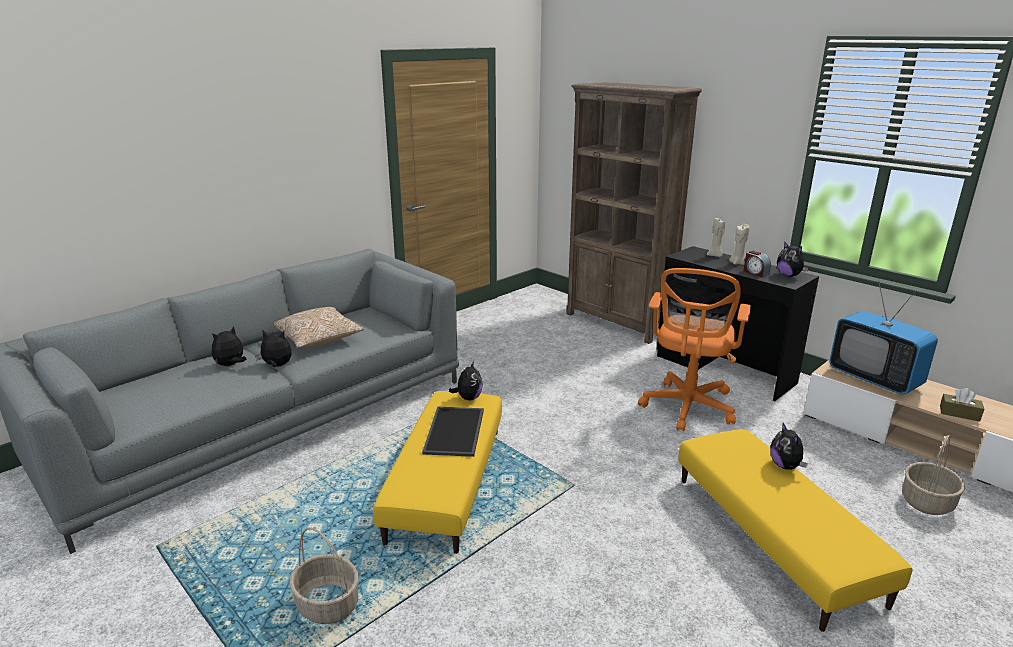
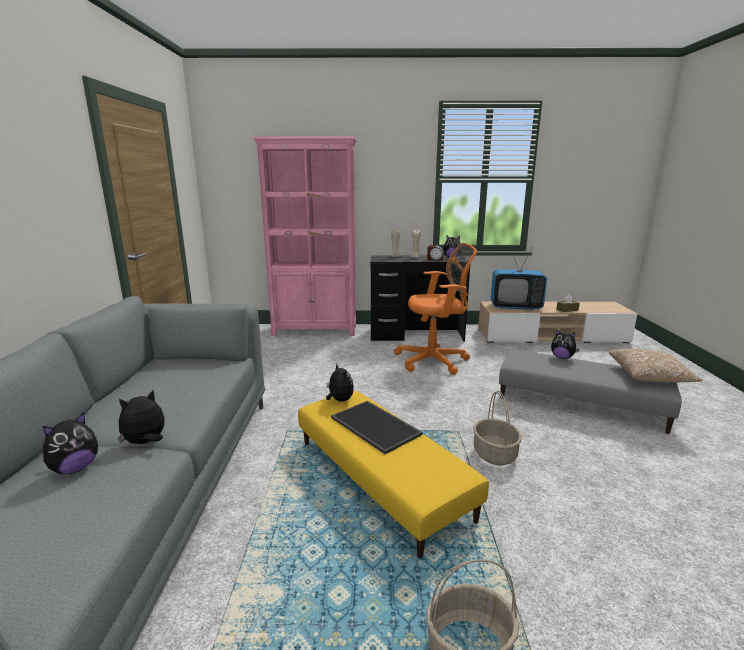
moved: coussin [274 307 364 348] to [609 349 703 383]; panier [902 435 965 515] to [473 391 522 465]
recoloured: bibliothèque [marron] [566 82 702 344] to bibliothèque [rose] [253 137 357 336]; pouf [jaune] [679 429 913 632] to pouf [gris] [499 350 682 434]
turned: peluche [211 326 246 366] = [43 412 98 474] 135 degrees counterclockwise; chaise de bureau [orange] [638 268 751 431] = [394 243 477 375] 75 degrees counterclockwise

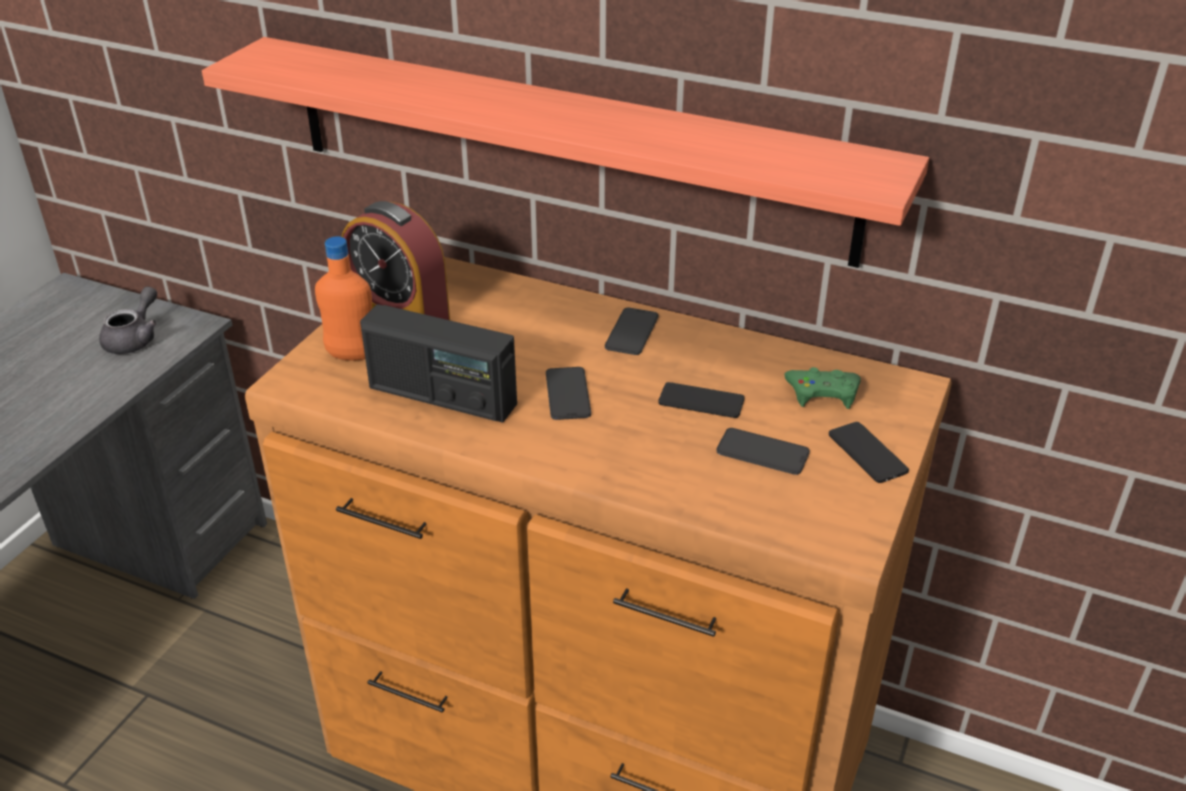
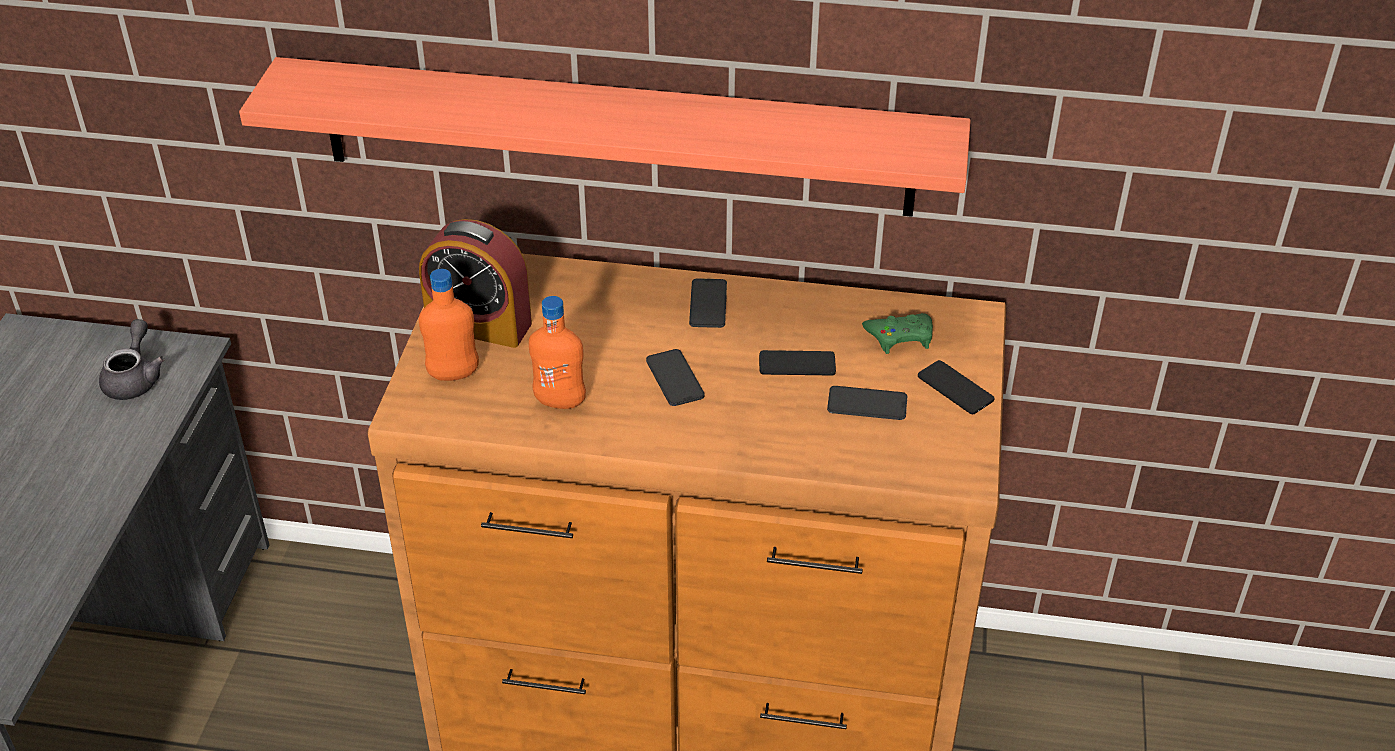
replaced: radio [360 304 517 423] to bouteille [orange] [529 296 586 409]

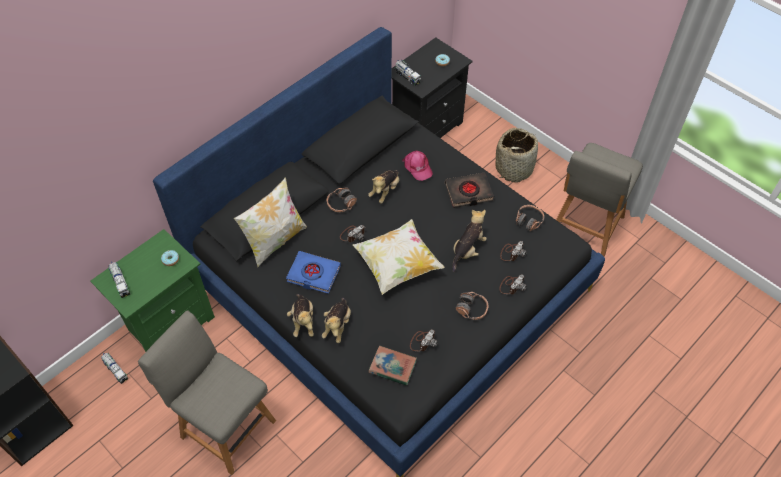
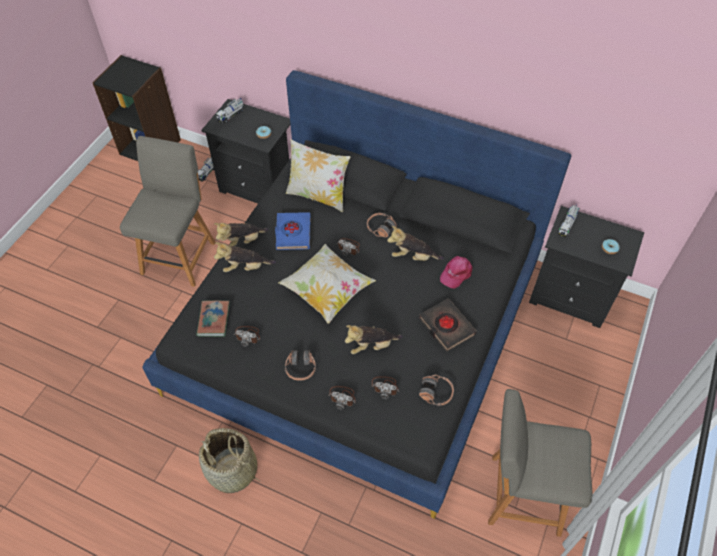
moved: panier [495 128 538 183] to [199 428 261 493]
recoloured: table de chevet [vert] [90 229 215 352] to table de chevet [noir] [201 99 290 203]
turned: peluche [452 210 487 272] = [345 325 403 354] 150 degrees clockwise

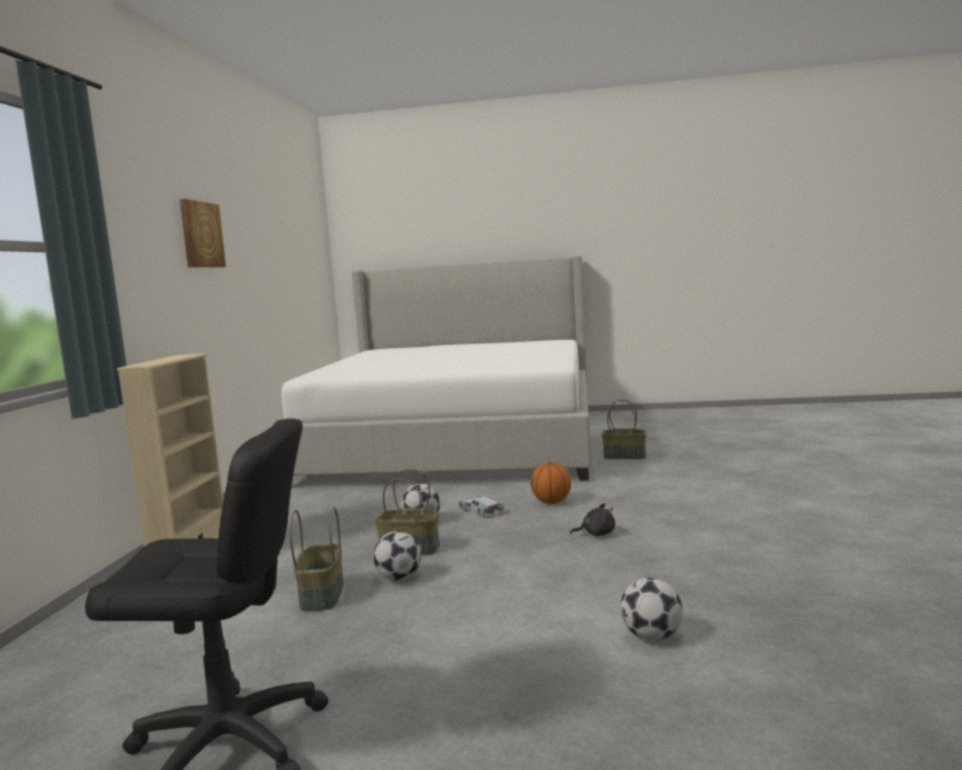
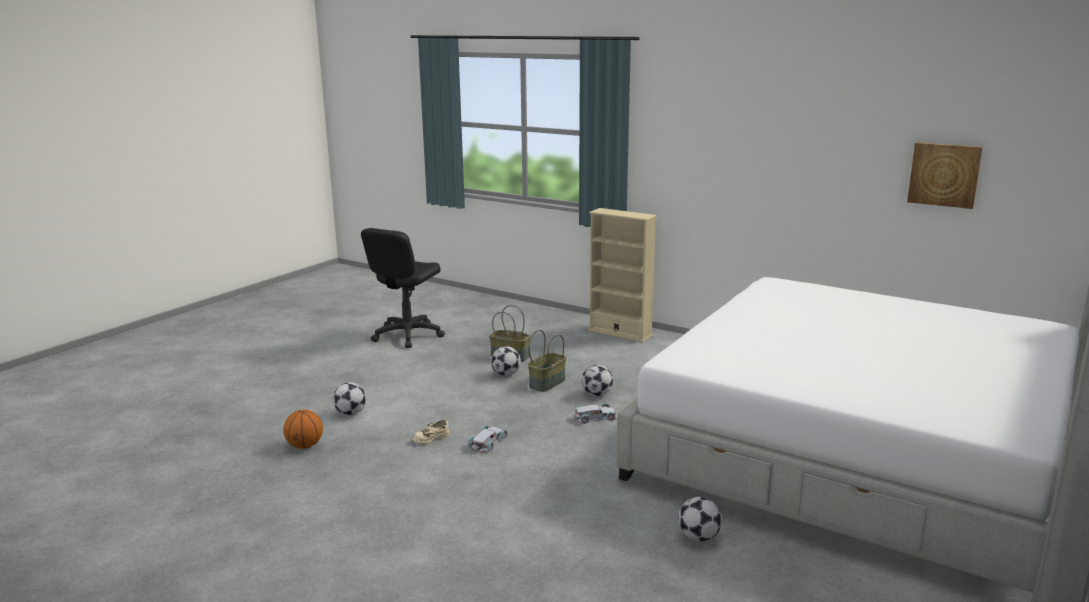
added: chaussure [beige] [413 419 450 445]
moved: tableau [180 199 226 267] to [907 142 983 209]; ballon de basket [531 462 571 504] to [283 410 323 449]
replaced: peluche [noir] [570 503 615 536] to petite voiture [blanc] [468 425 508 452]; panier [602 400 647 459] to ballon de foot [678 497 722 542]

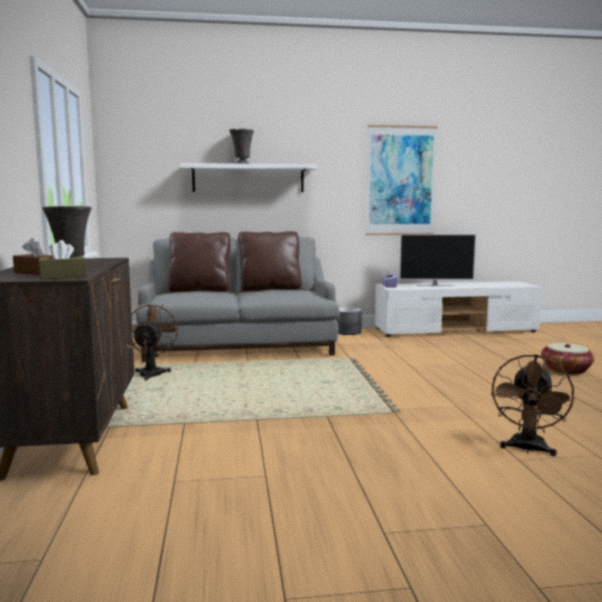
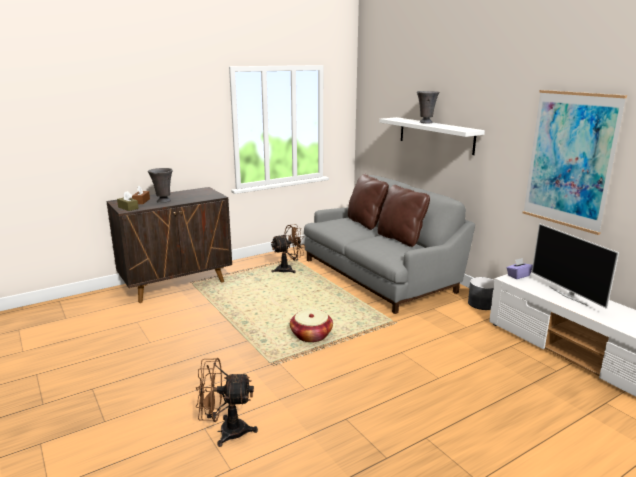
moved: panier [541 343 595 375] to [290 309 333 343]

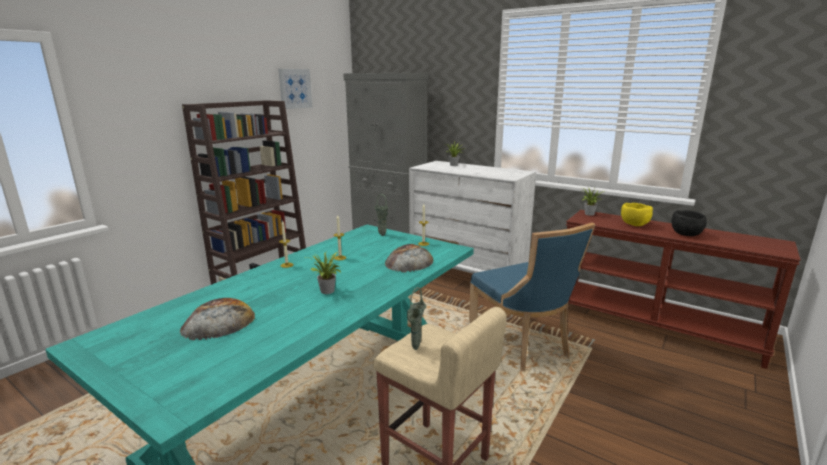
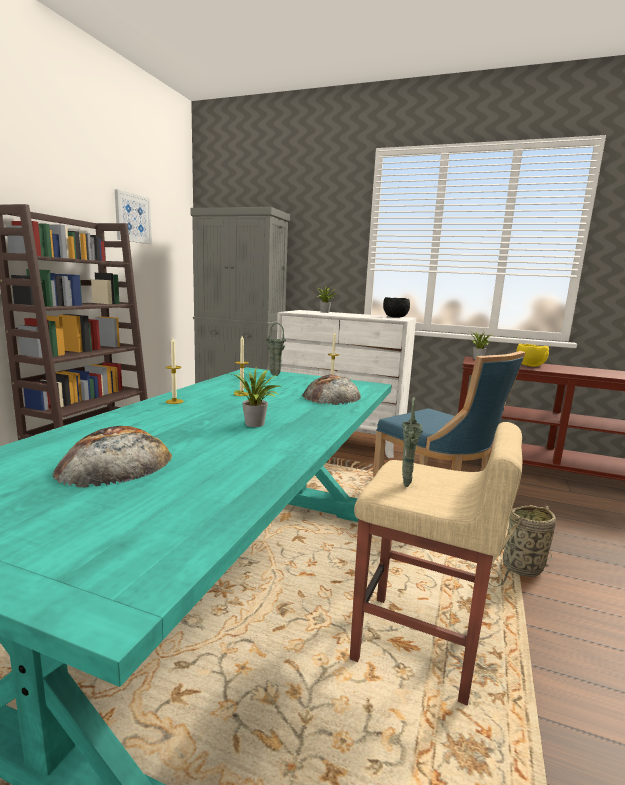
added: panier [488 505 556 587]
moved: bol [noir] [671 210 707 236] to [383 297 410 318]

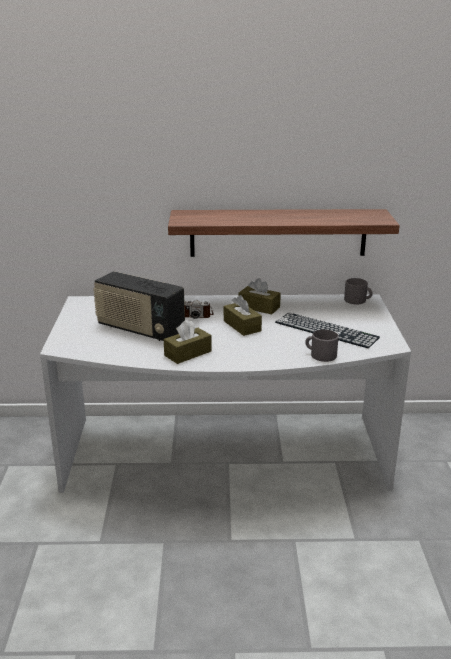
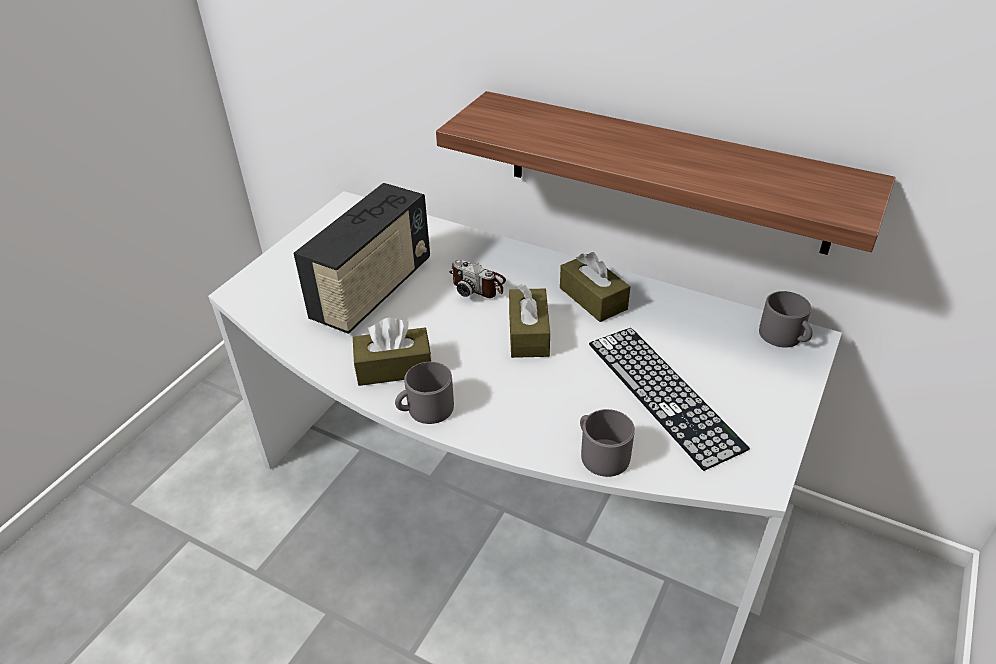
added: mug [gris] [395 362 454 424]
turned: radio [93 271 185 341] = [294 183 430 334] 120 degrees counterclockwise

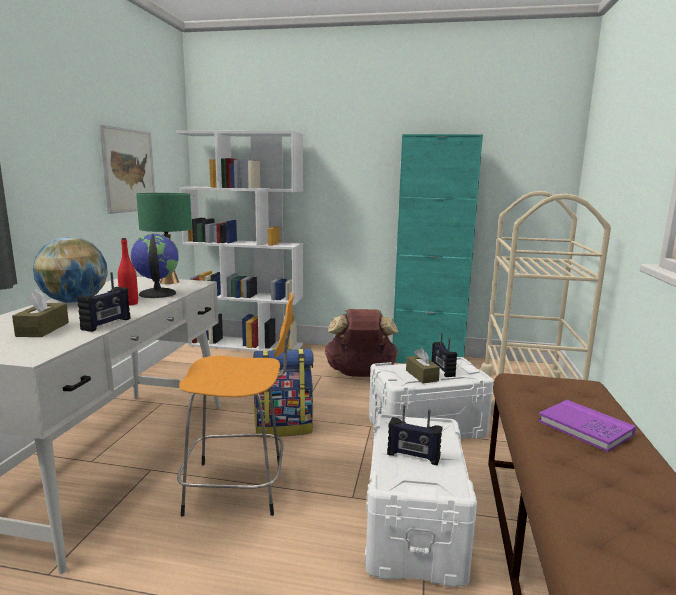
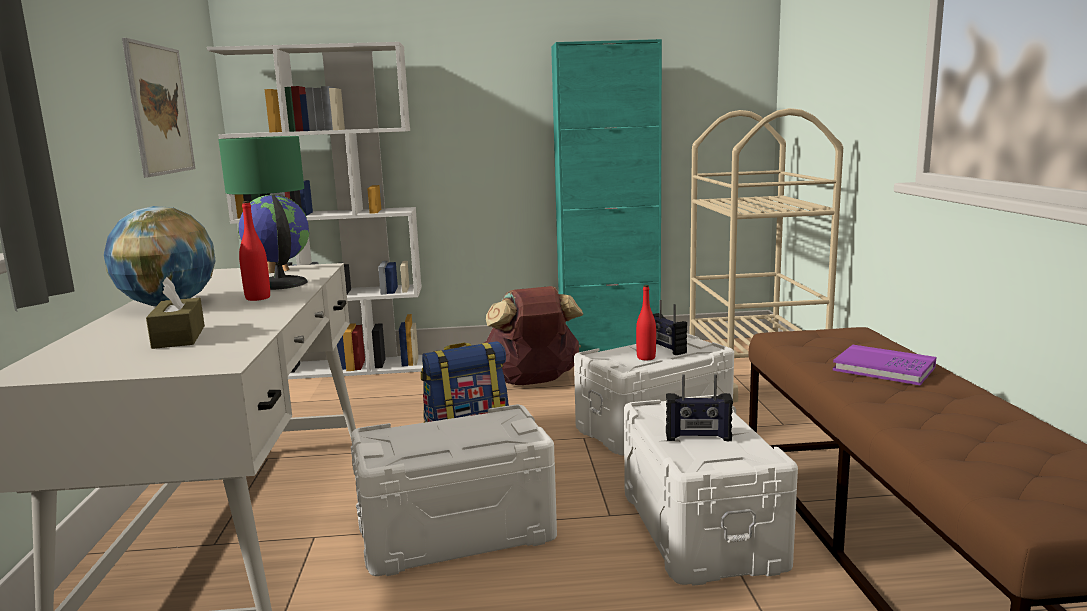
removed: radio [77 272 130 332]
replaced: tabouret [orange] [177 292 293 517] to boîte de rangement [blanc] [351 404 557 576]; boîte à mouchoirs [marron] [406 348 440 383] to bouteille [rouge] [636 285 656 360]

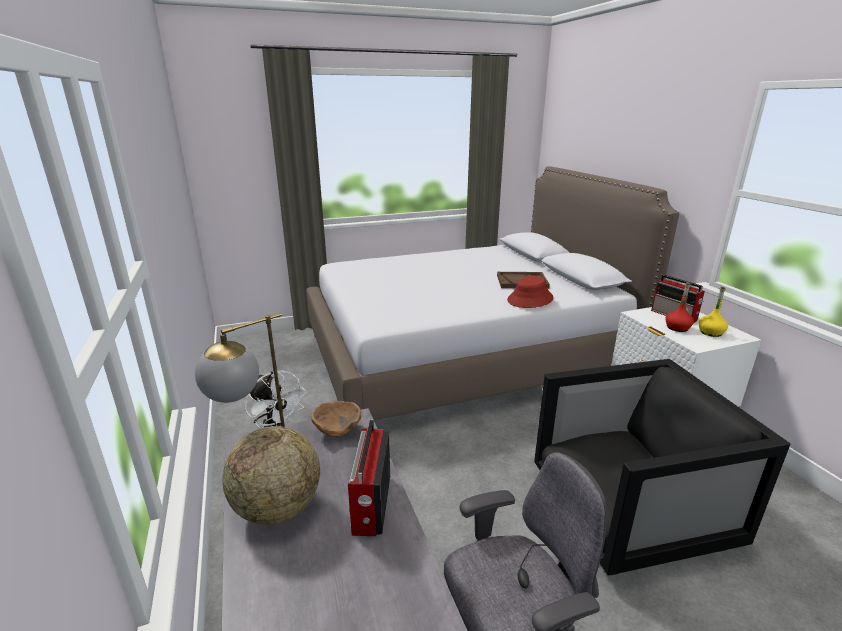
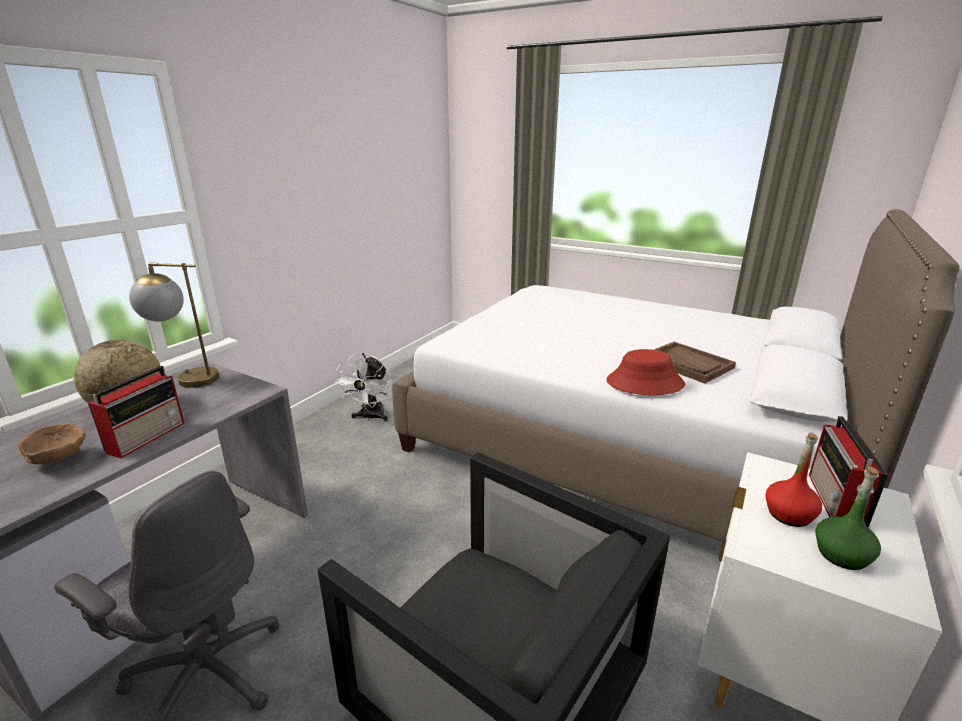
moved: bol [marron] [311 401 361 436] to [18 423 85 464]
recoloured: bouteille [jaune] [698 286 728 337] to bouteille [vert] [815 467 881 570]
turned: radio [348 420 390 536] = [88 366 184 458] 150 degrees clockwise

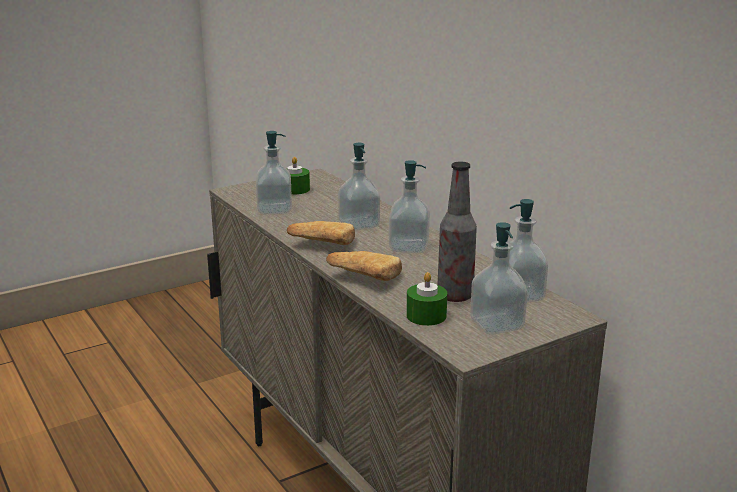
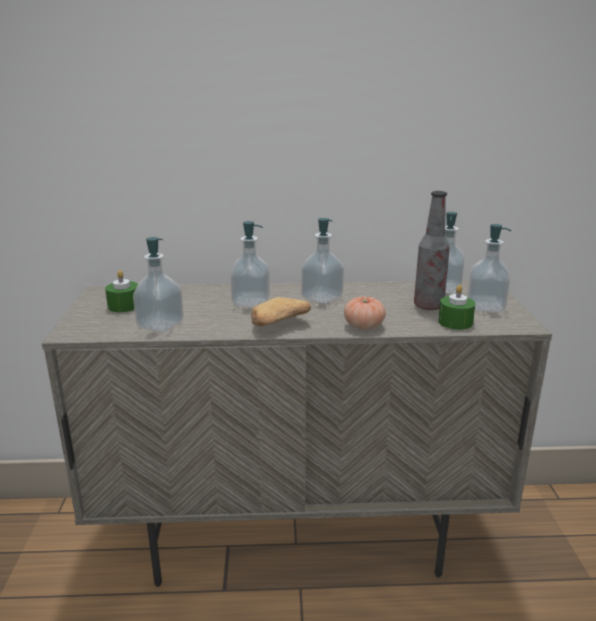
replaced: pain [326 251 402 281] to tomate [344 297 386 330]

